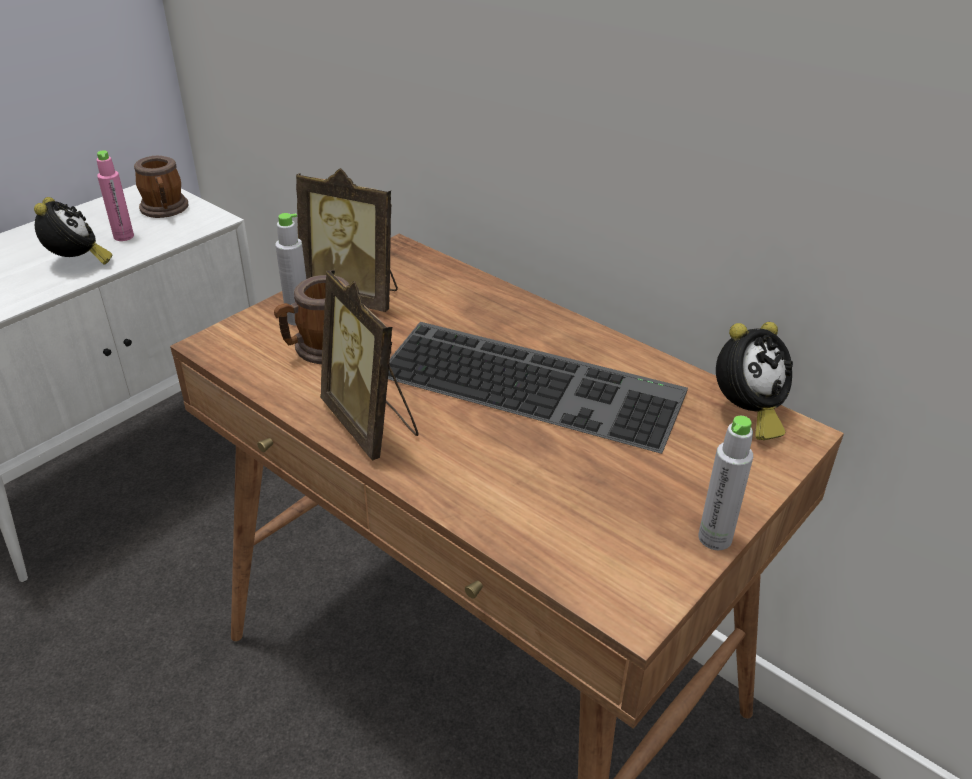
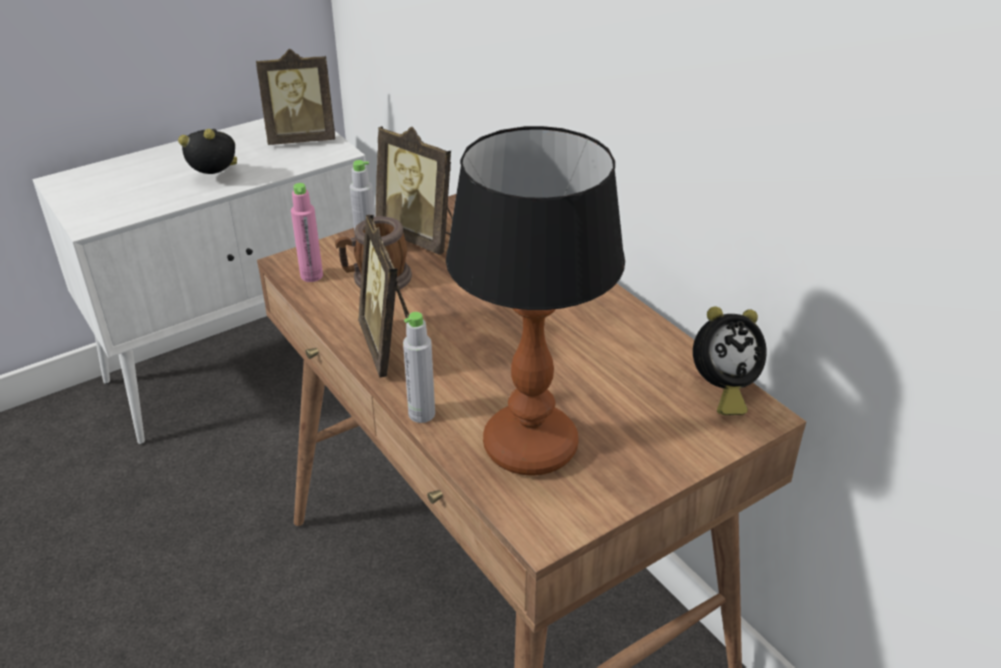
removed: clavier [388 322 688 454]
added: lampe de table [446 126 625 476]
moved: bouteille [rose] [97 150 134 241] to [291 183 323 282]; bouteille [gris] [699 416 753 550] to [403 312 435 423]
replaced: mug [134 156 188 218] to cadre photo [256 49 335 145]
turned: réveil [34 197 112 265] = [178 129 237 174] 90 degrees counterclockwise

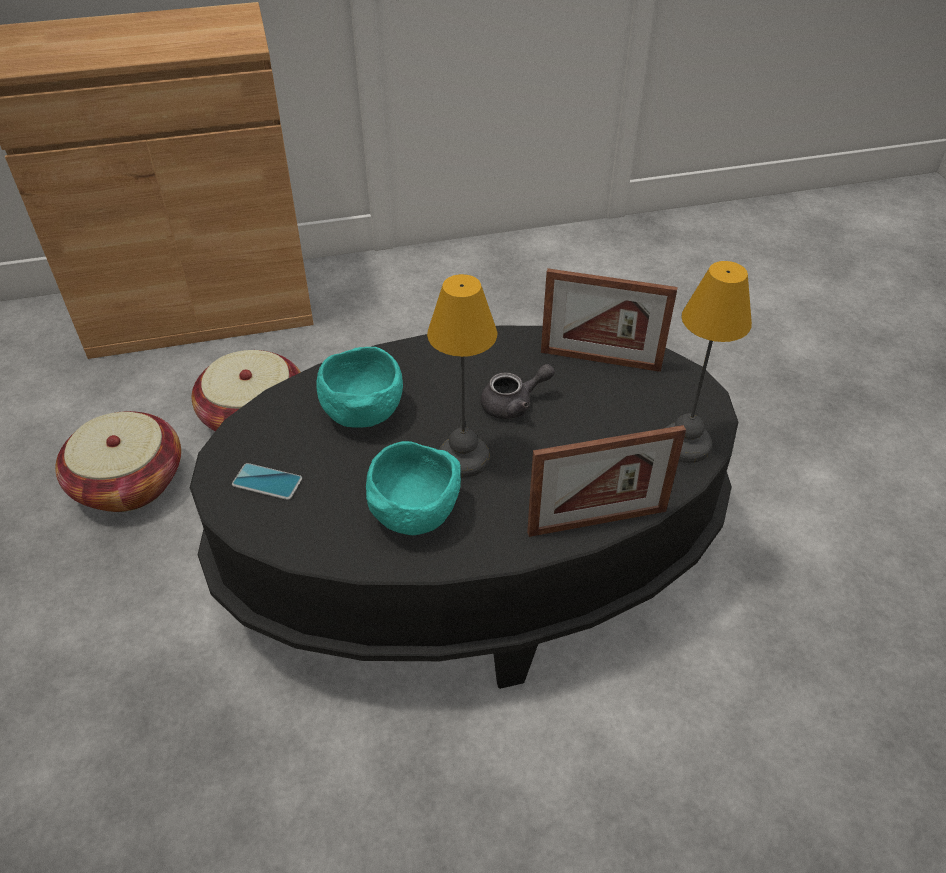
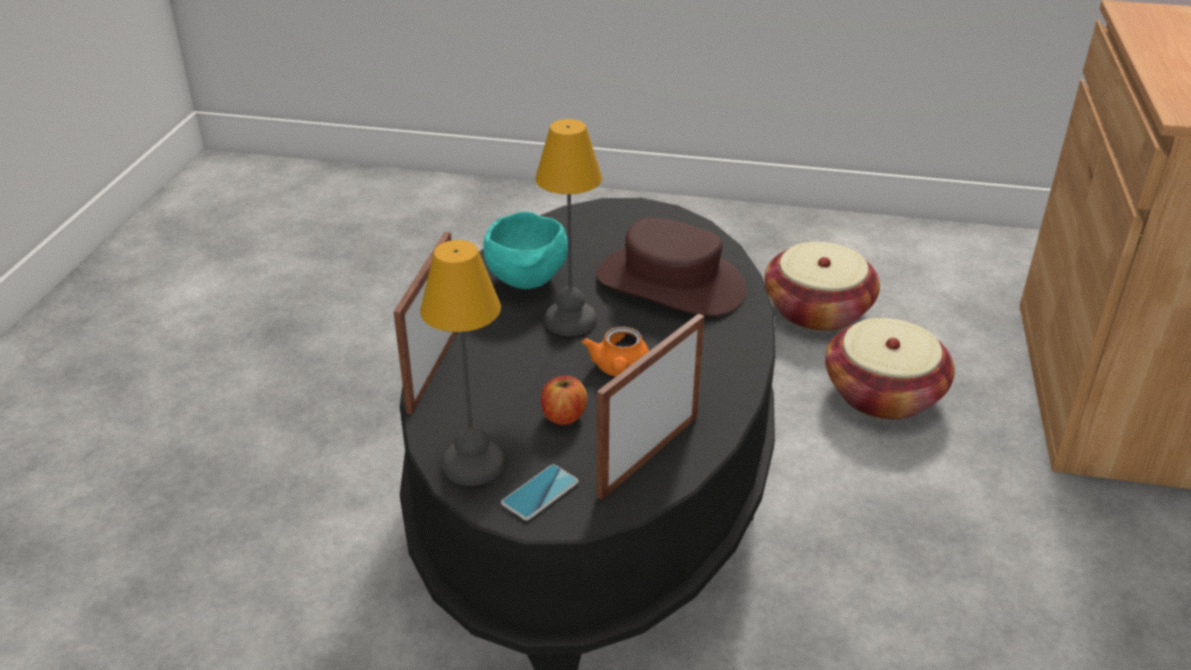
added: pomme [541 375 587 425]
moved: téléphone [232 463 302 500] to [501 464 579 521]
replaced: bol [turquoise] [316 347 403 428] to chapeau [marron] [596 218 746 316]
recoloured: théière [gris] [481 364 555 419] to théière [orange] [582 327 649 376]

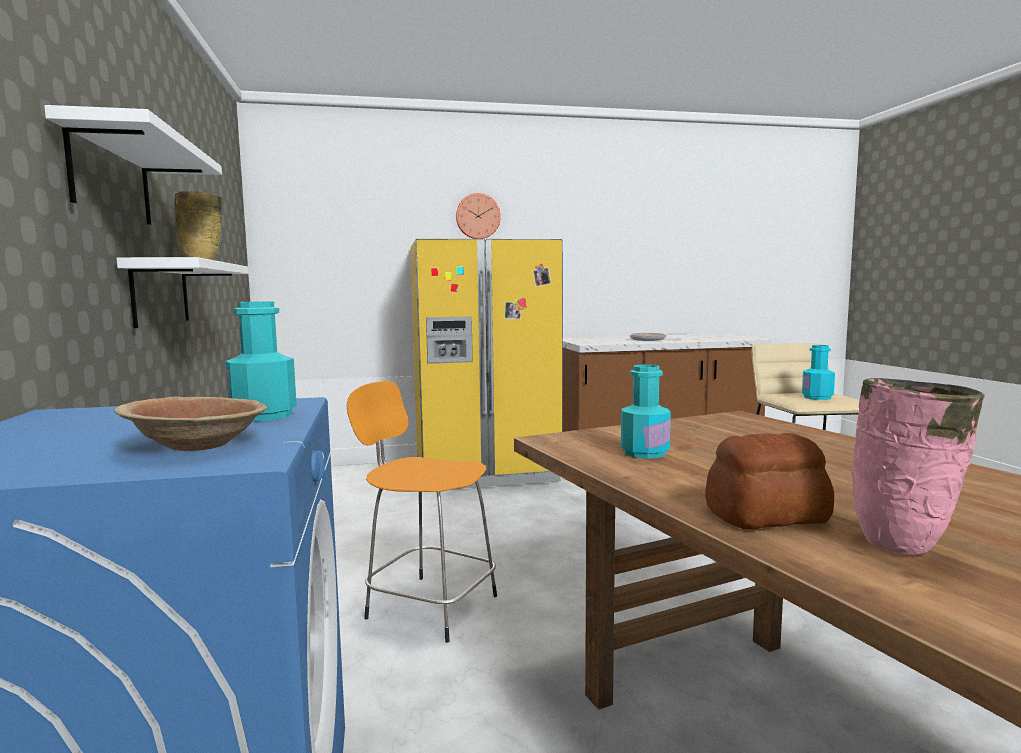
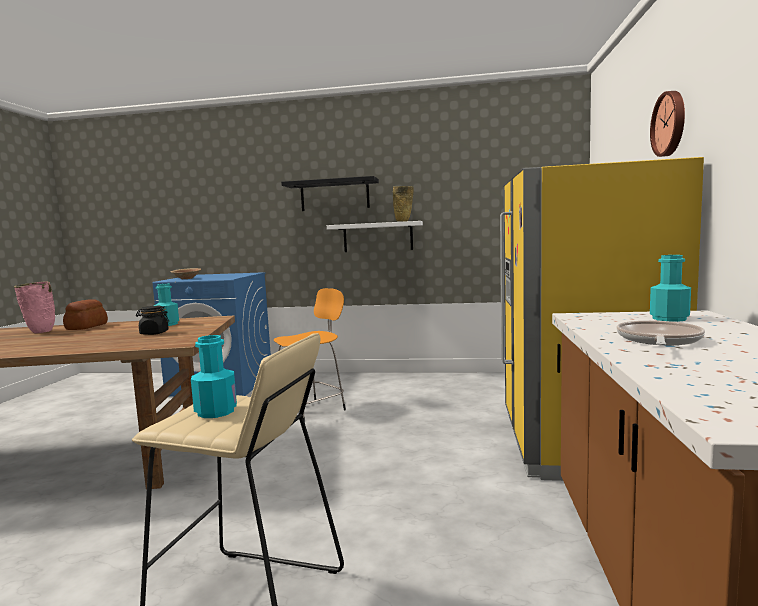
added: bocal [noir] [136 306 169 335]
moved: bouteille [turquoise] [225 301 297 422] to [650 255 691 322]
recoloured: étagère [blanc] [44 105 222 225] to étagère [noir] [281 176 379 211]

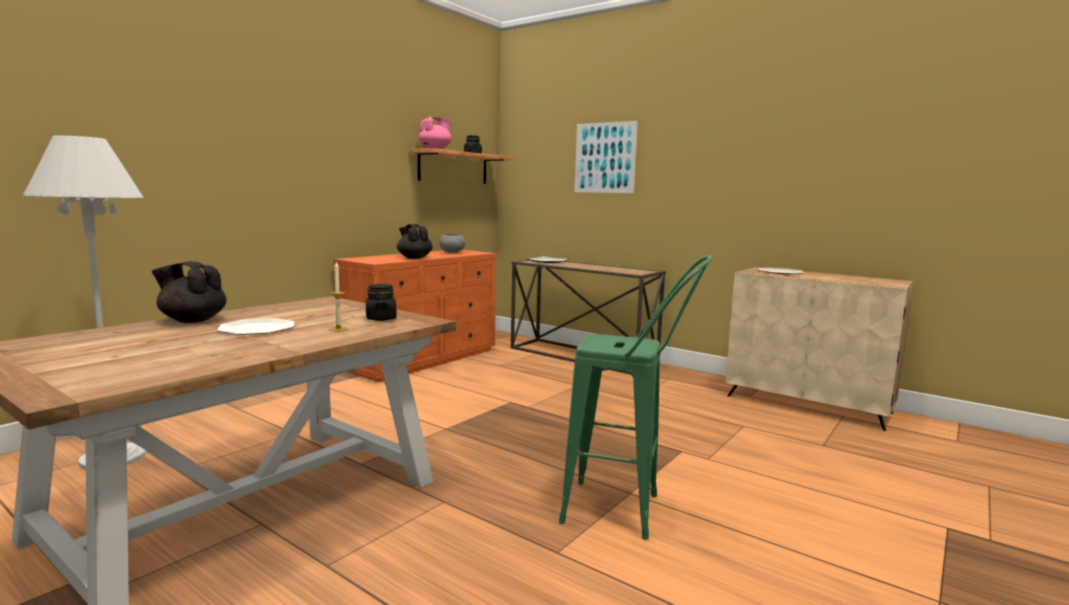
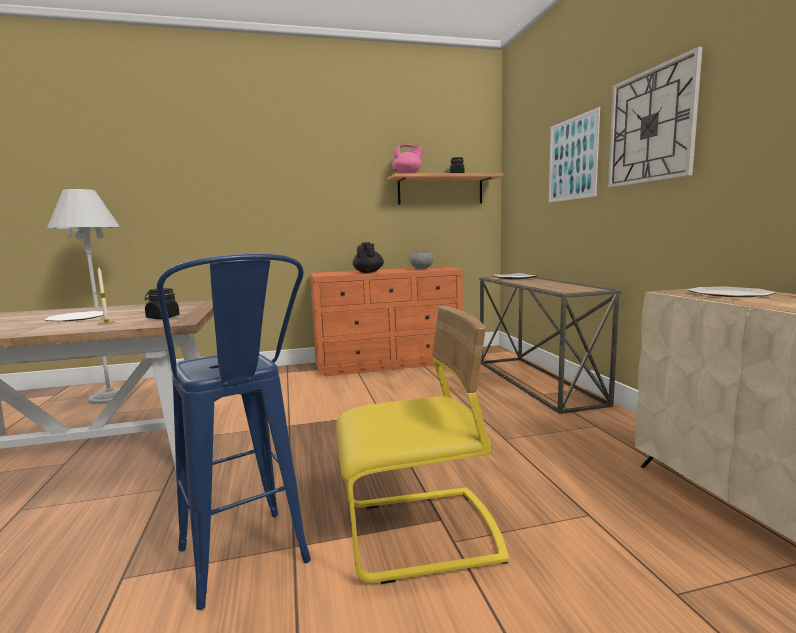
removed: théière [noir] [151 261 226 323]
added: chaise [jaune] [336 306 509 584]; horloge murale [608 47 703 188]
recoloured: tabouret [vert] [559 255 712 539] to tabouret [bleu] [156 254 311 610]

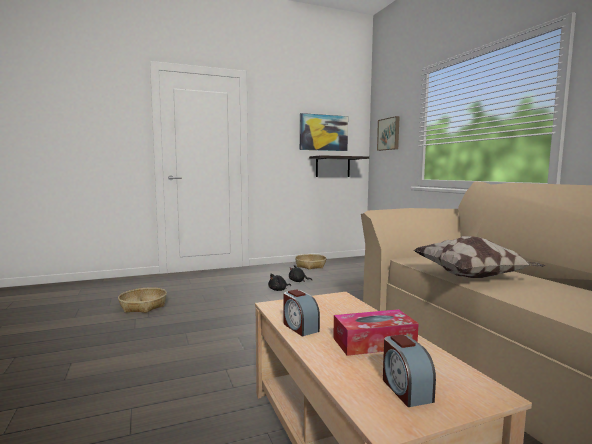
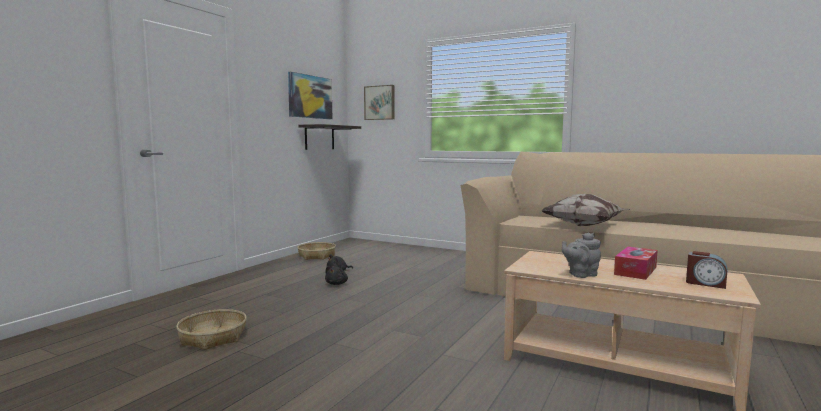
replaced: réveil [283 289 320 337] to théière [gris] [562 233 601 278]

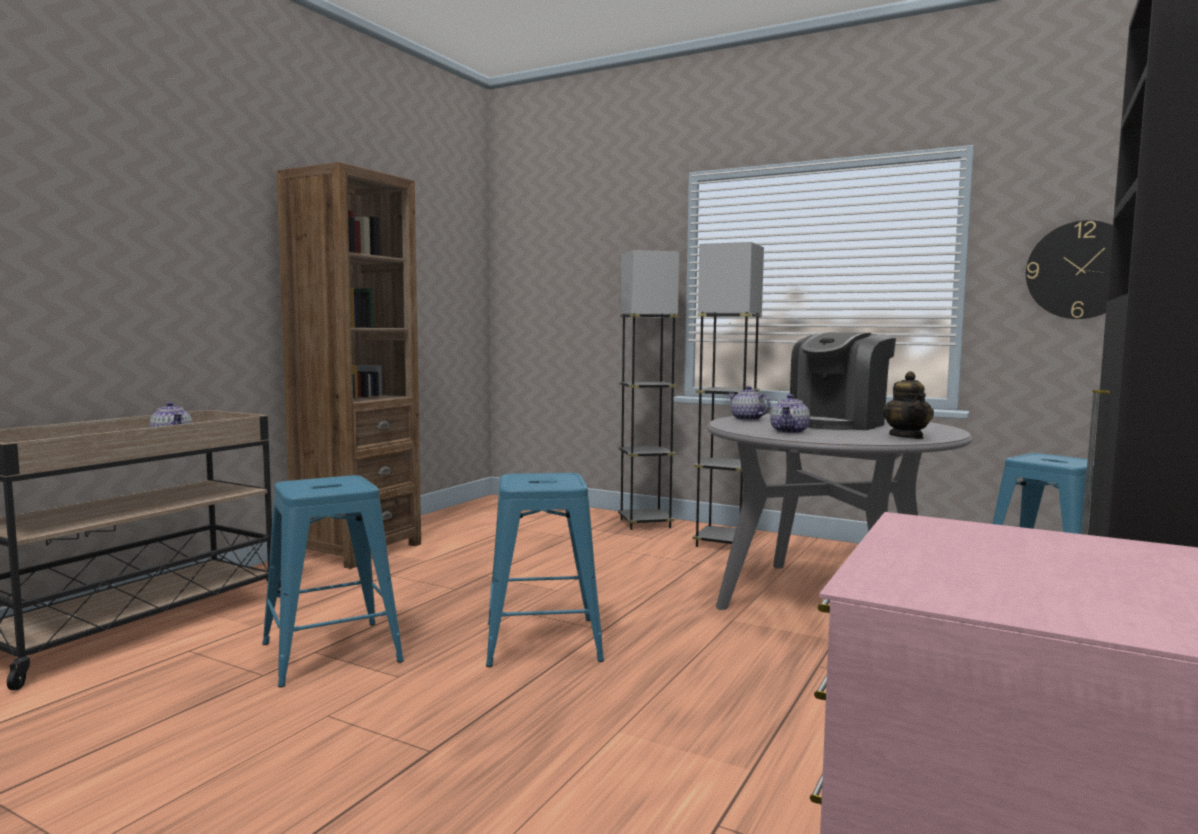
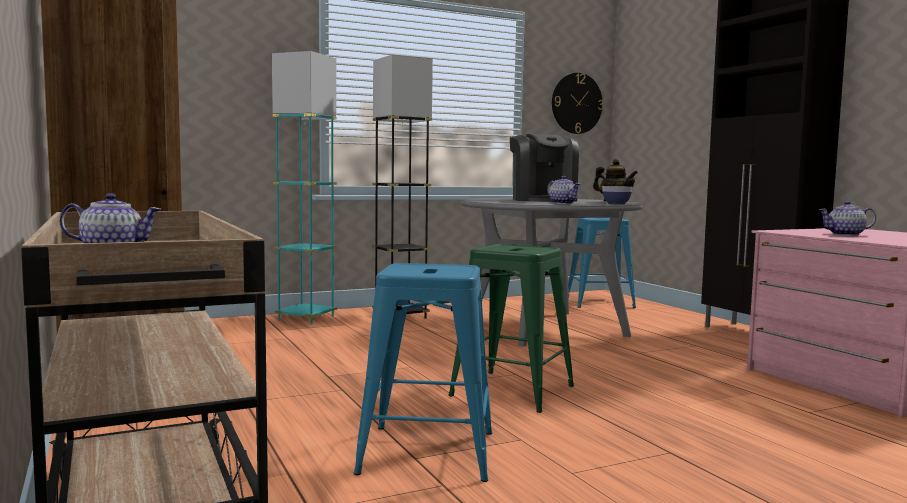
added: bol [602 186 632 205]
moved: théière [728 386 771 421] to [819 201 876 236]
recoloured: tabouret [bleu] [486 473 604 667] to tabouret [vert] [449 244 574 413]; lampadaire [gris] [618 250 679 530] to lampadaire [turquoise] [272 51 337 324]

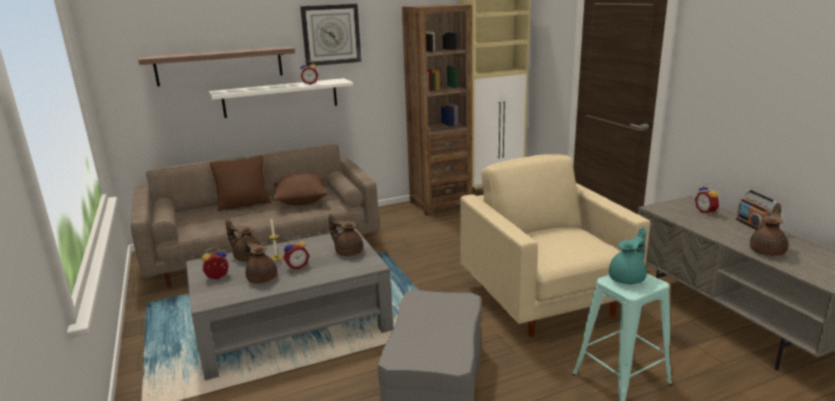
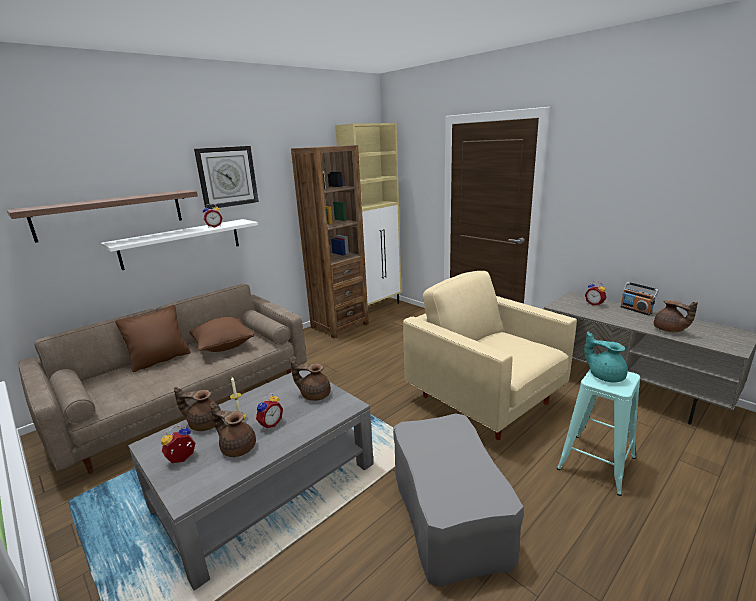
turned: théière [turquoise] [609 227 647 284] = [584 332 628 382] 75 degrees counterclockwise; théière [marron] [750 203 788 256] = [654 300 698 332] 135 degrees clockwise

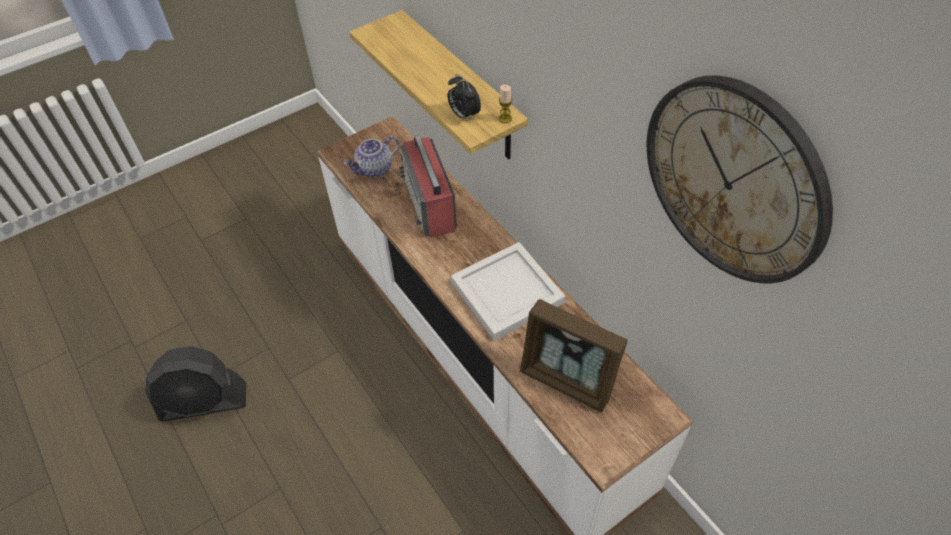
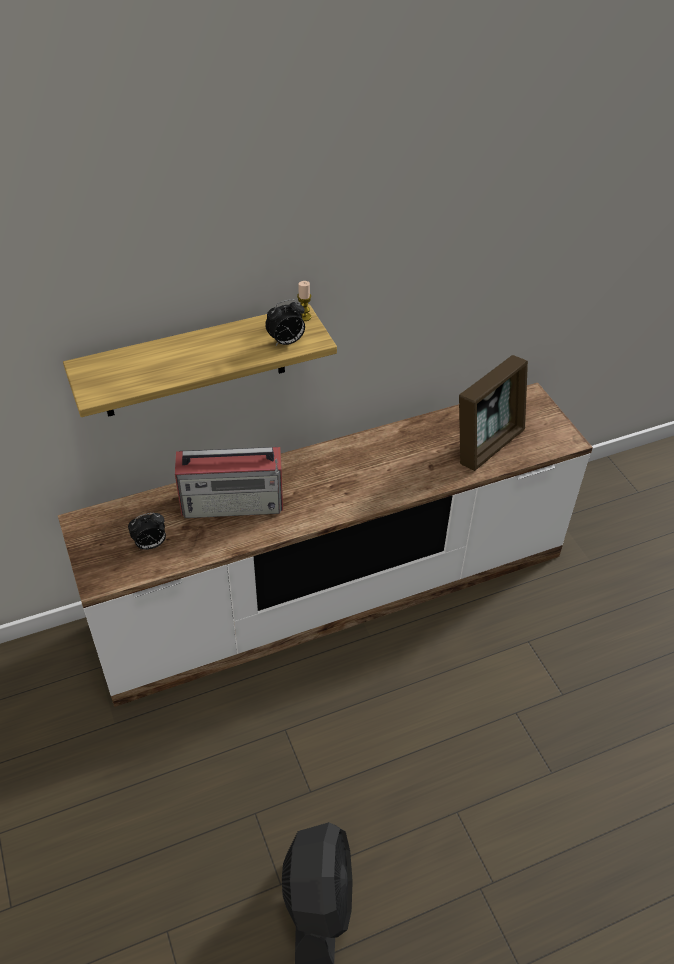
removed: plateau [blanc] [451 242 565 341]; horloge murale [647 75 833 283]
replaced: théière [344 136 399 178] to réveil [128 513 166 550]

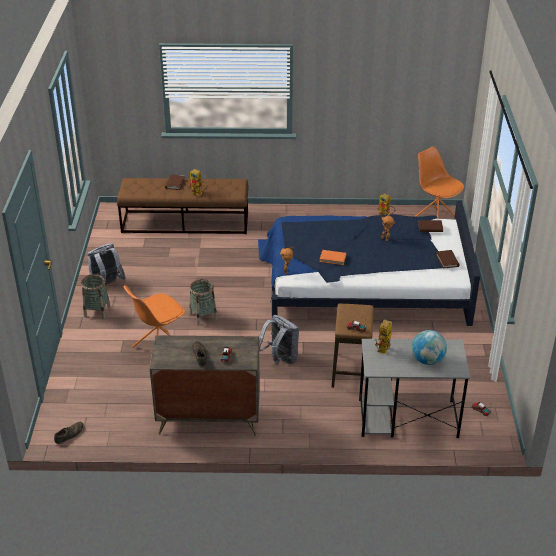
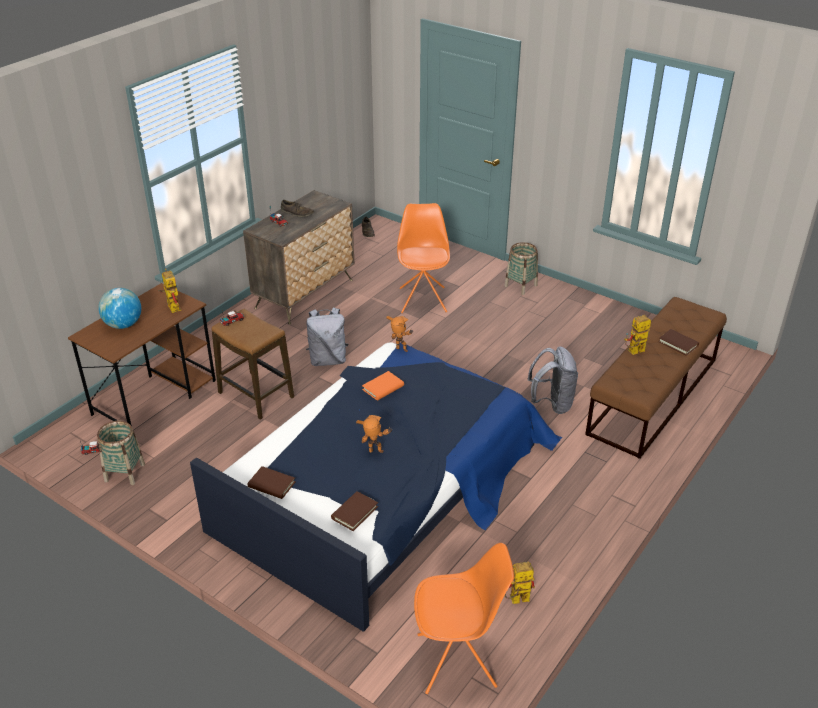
moved: sac à dos [gris] [87 243 126 284] to [528 346 578 414]; panier [190 279 217 325] to [97 421 145 485]
recoloured: bureau [gris] [359 339 470 438] to bureau [marron] [68 283 216 426]

